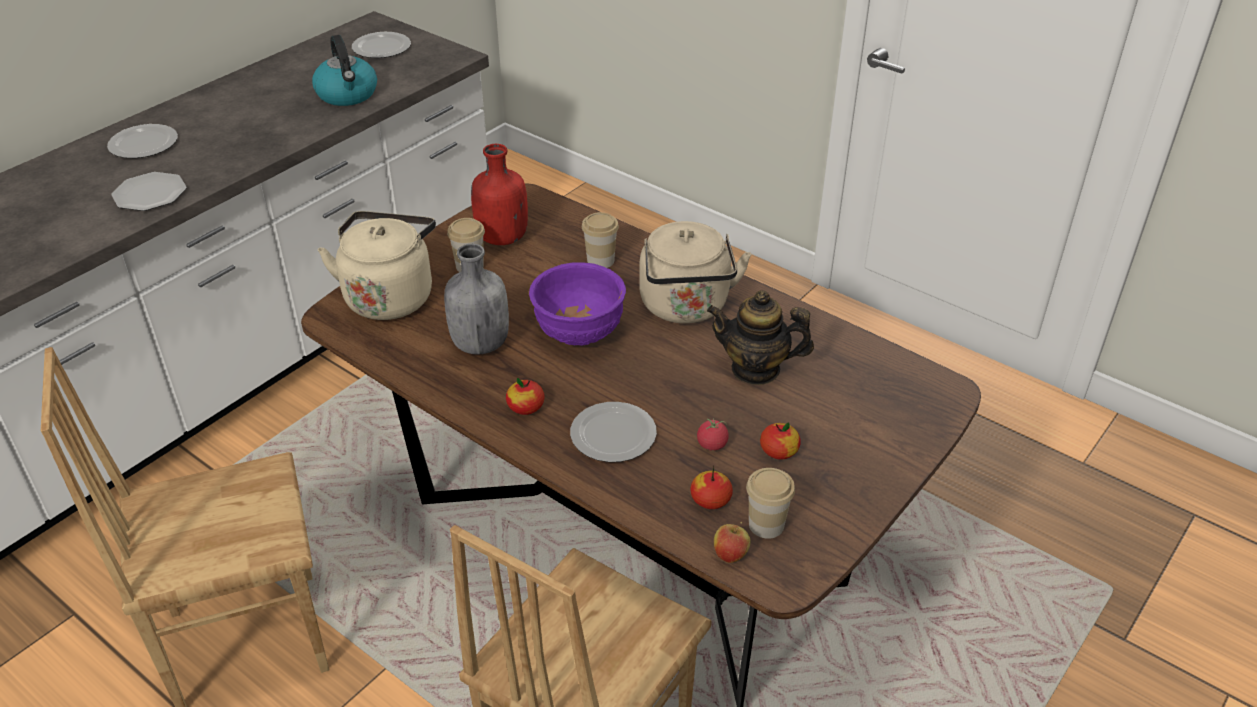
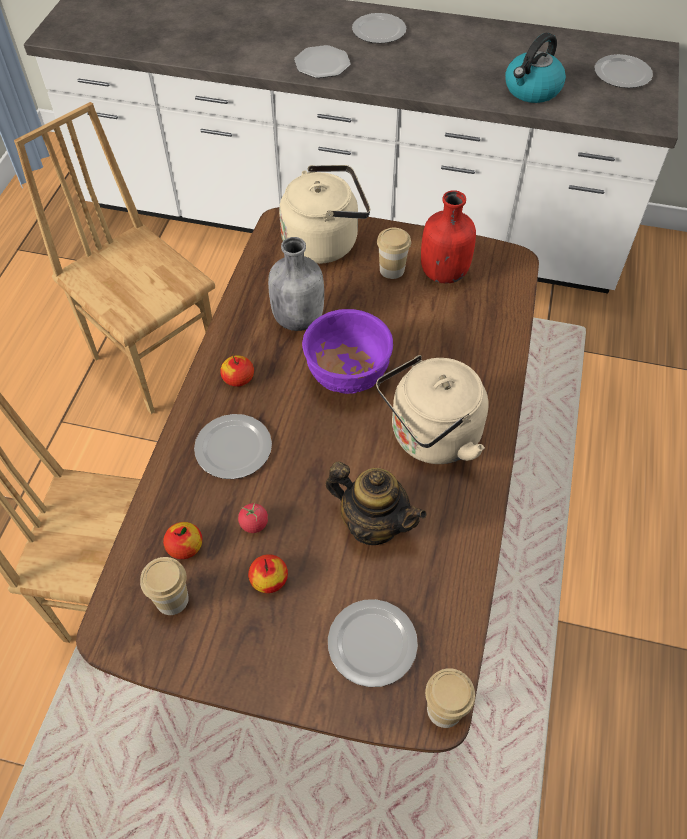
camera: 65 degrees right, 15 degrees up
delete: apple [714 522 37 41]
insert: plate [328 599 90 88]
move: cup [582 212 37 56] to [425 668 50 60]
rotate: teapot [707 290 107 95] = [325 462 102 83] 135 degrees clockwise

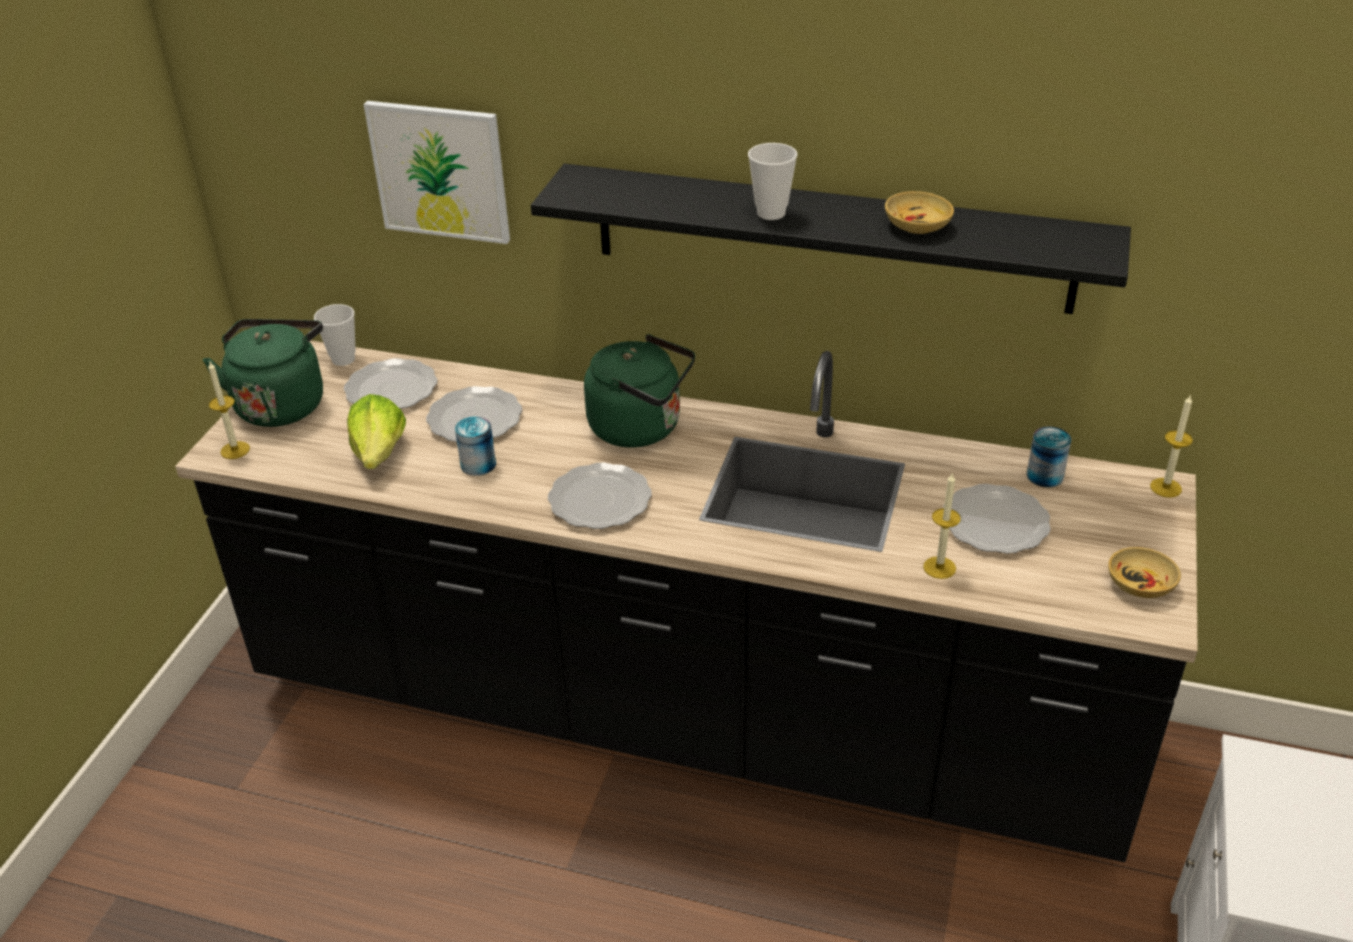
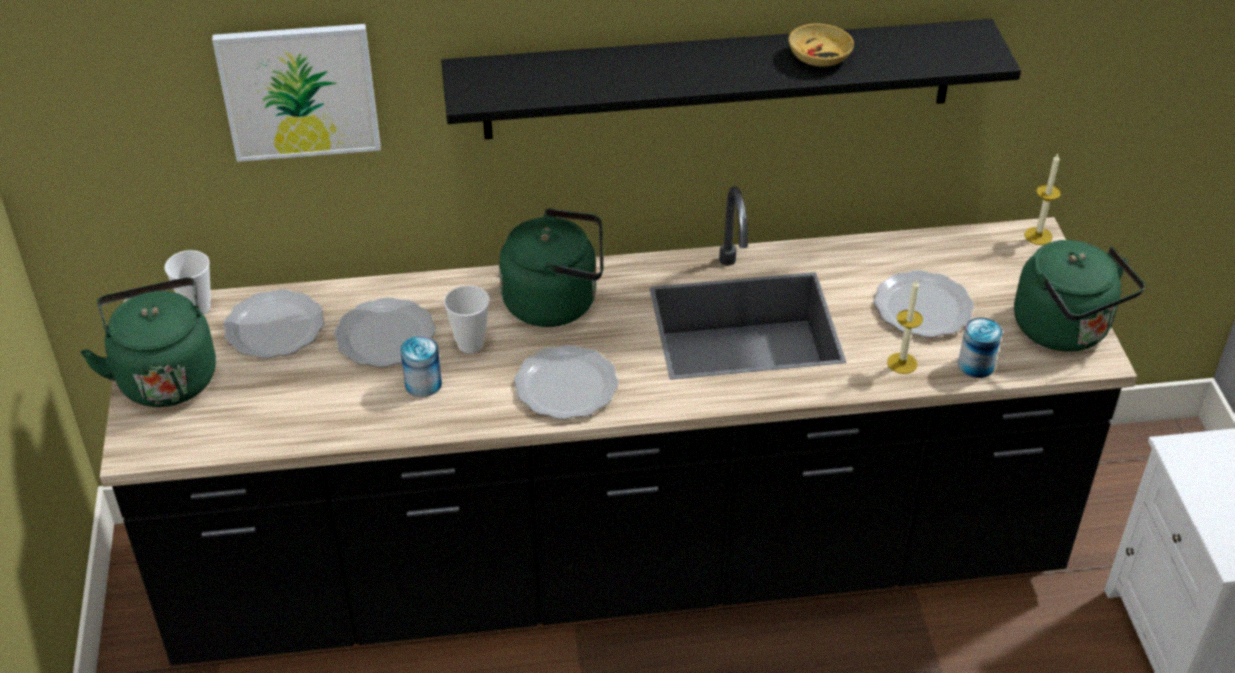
camera: 25 degrees left, 5 degrees up
delete: candle [208 362 42 97]; lettuce [347 394 59 75]
move: cup [748 143 49 77] to [444 285 46 68]; can [1027 427 44 61] to [958 317 45 61]
replace: beige bowl [1108 547 73 51] to green kettle [1014 240 131 112]

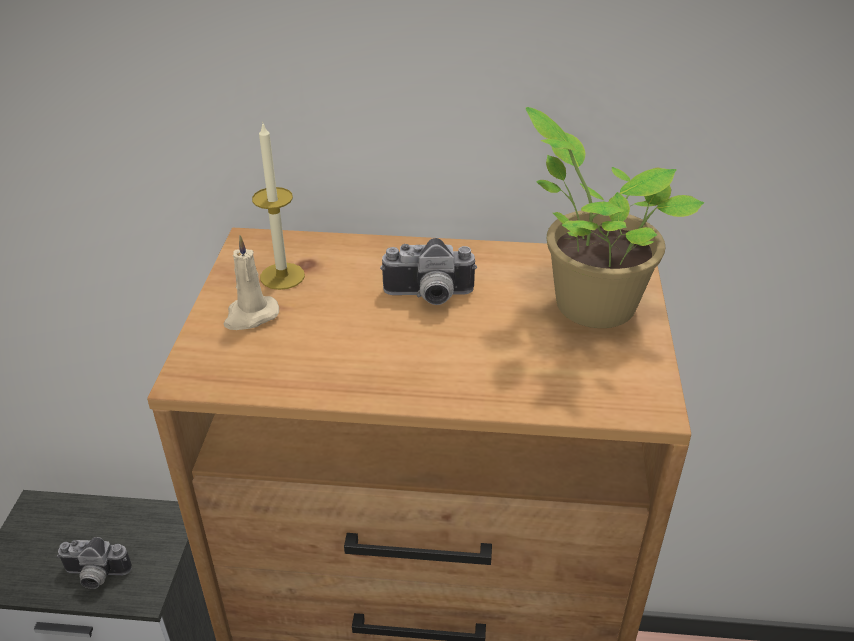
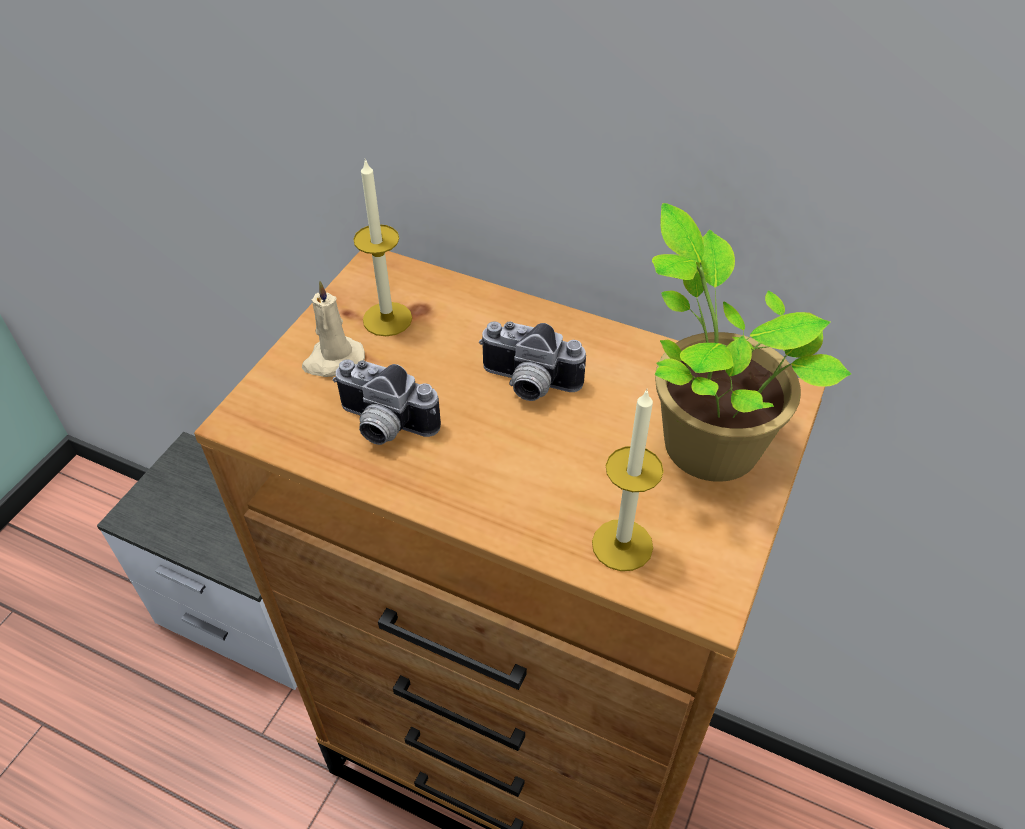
camera: 20 degrees right, 10 degrees up
insert: candle [592 390 72 181]
move: photo camera [57 537 75 52] to [333 359 108 86]

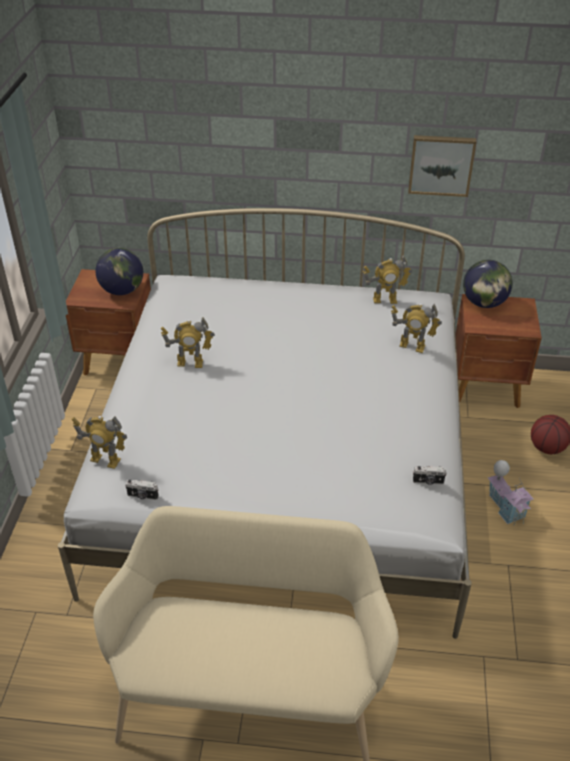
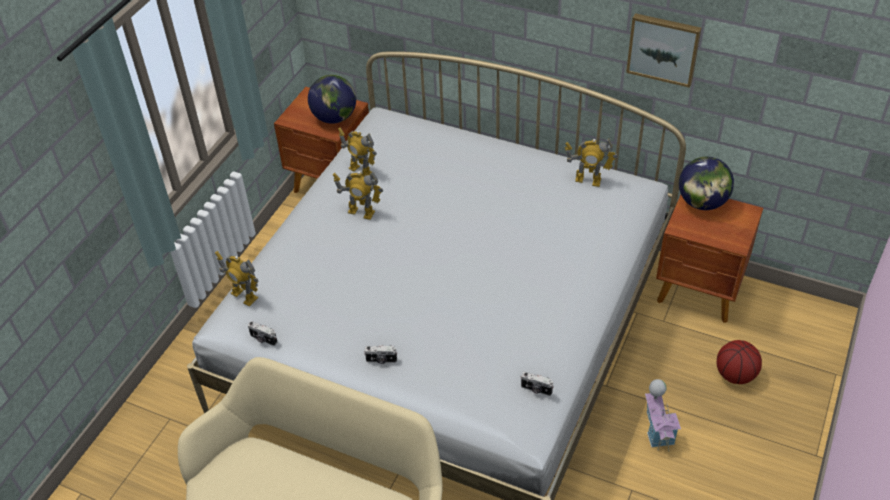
camera: 20 degrees right, 5 degrees up
insert: photo camera [364 345 33 19]
move: toy robot [391 304 51 49] to [338 128 39 49]

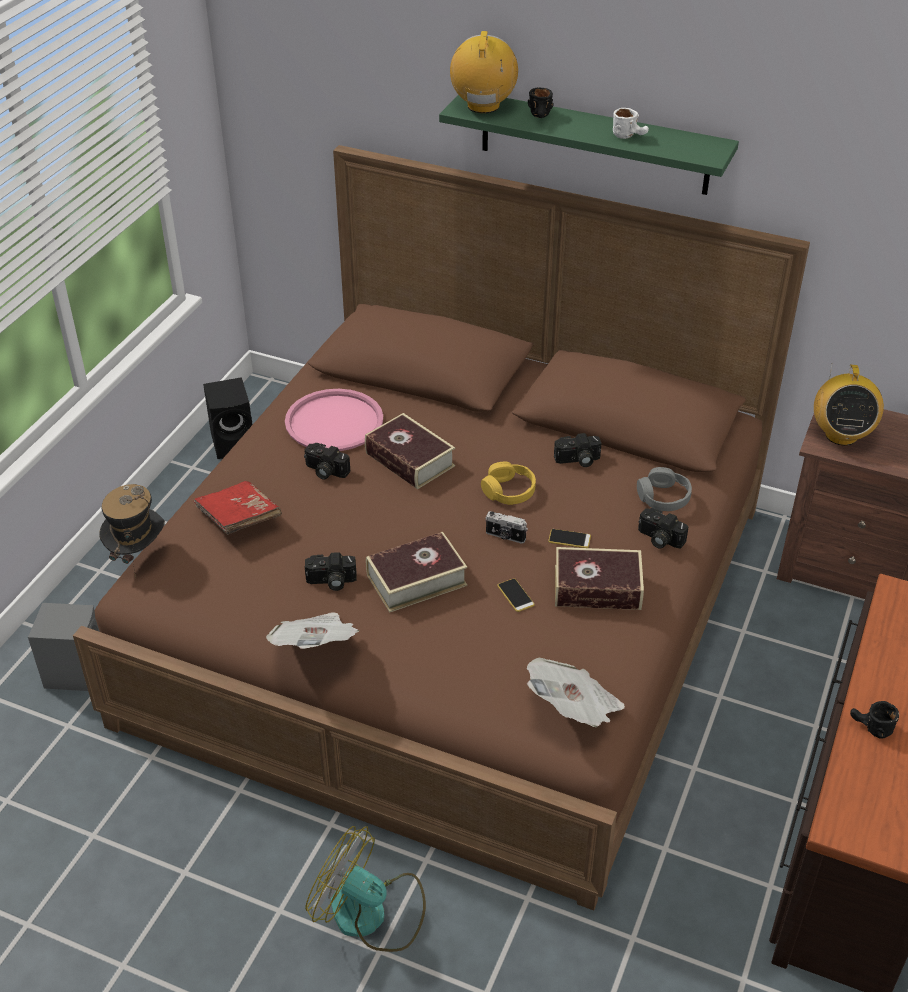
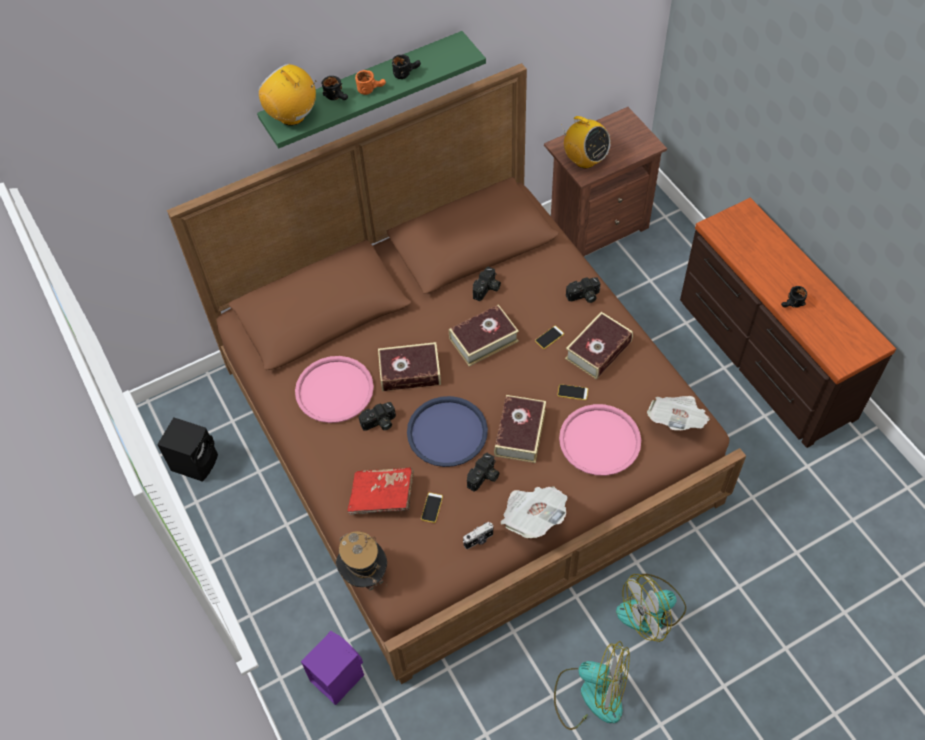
camera: 50 degrees left, 15 degrees up
delete: grey headphones [637 467 55 44]
insert: orange mug [355 70 31 25]; blue tray [407 396 81 71]; phone [421 492 22 31]; fan [554 641 76 89]; pink tray [559 404 82 72]
move: photo camera [485 511 43 33] to [463 522 31 27]
replace: yellow headphones [481 461 55 44] to book [449 304 70 62]
recolor: grey speaker [28 603 72 88] to purple speaker [301 631 63 74]; white mug [613 108 36 31] to black mug [392 55 29 24]

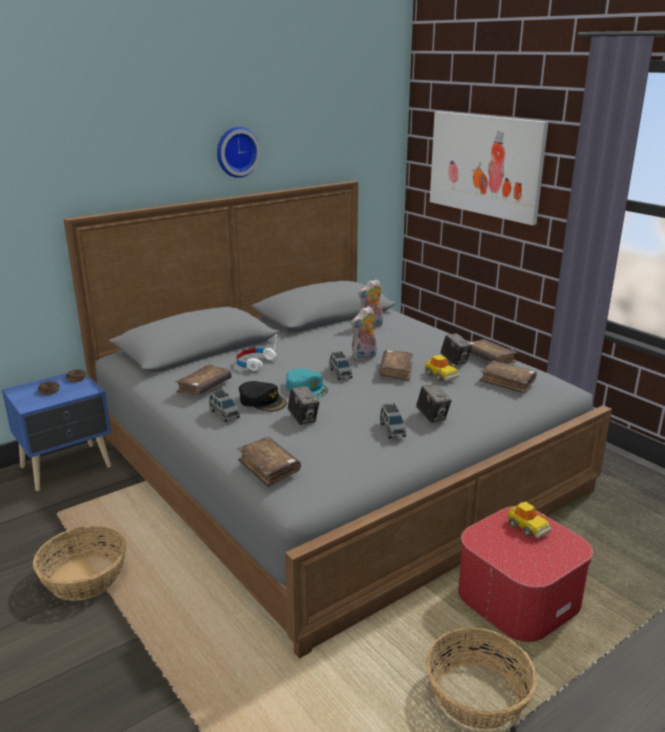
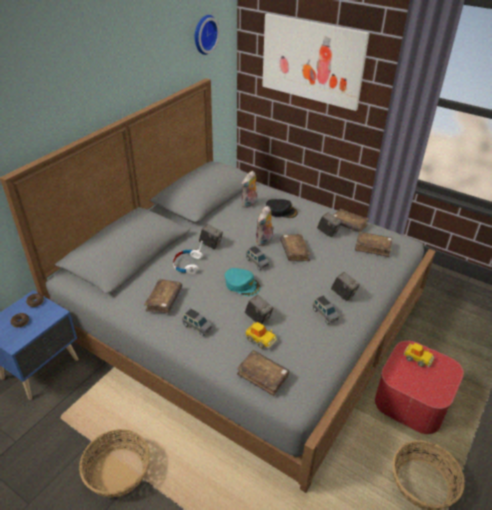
camera: 20 degrees left, 15 degrees up
insert: photo camera [199 224 24 25]
move: wall clock [217 127 43 51] to [195 15 25 40]; toy car [425 355 34 26] to [245 322 32 27]; black cap [239 381 48 31] to [266 199 32 19]

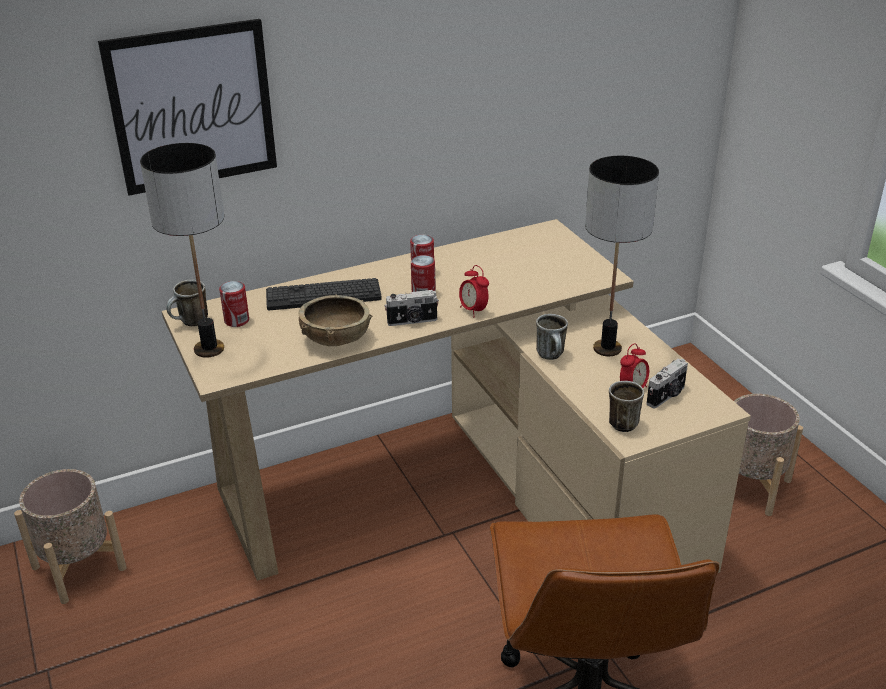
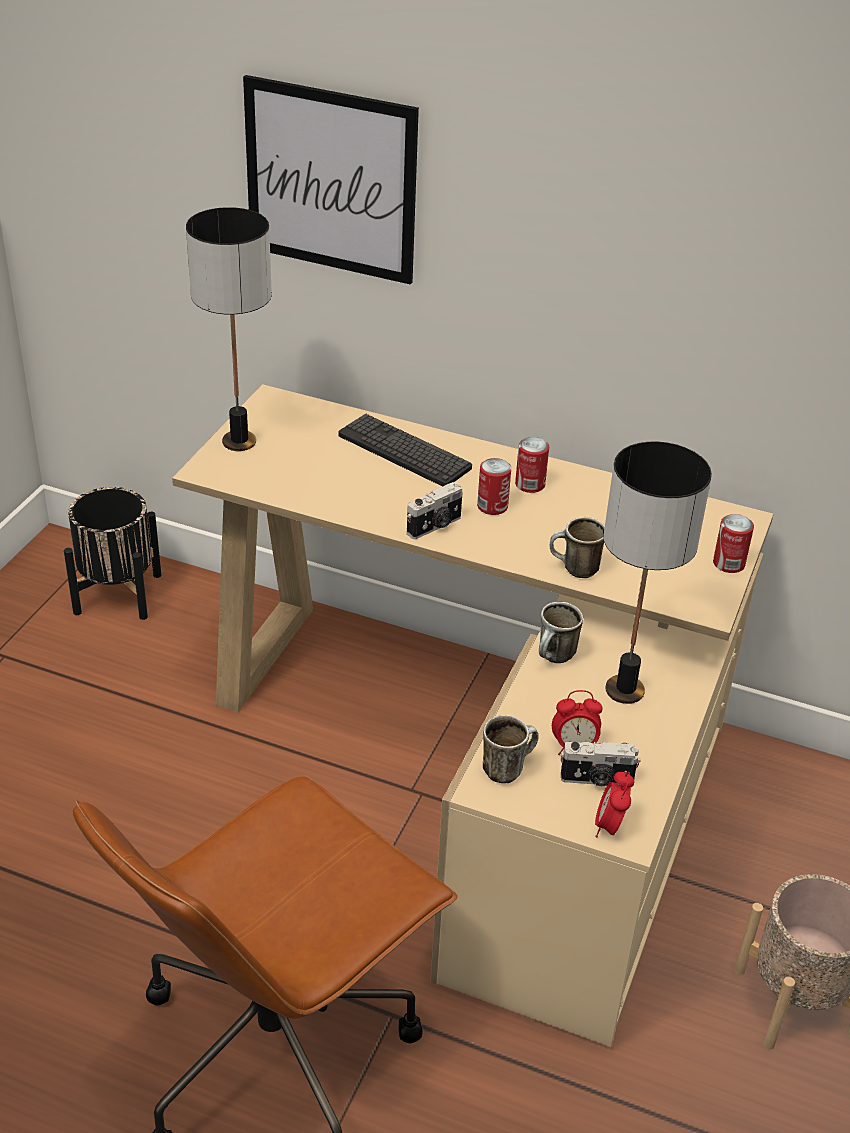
camera: 45 degrees right, 5 degrees up
delete: brown bowl [299 294 74 52]
move: mug [166 280 42 46] to [550 517 55 61]; alarm clock [459 265 30 52] to [595 772 39 65]; can [219 281 30 46] to [713 514 41 59]
recolor: beige planter [14 469 113 135] to black planter [64 487 97 133]
rotate: photo camera [385 290 54 36] = [407 482 56 57] 75 degrees counterclockwise

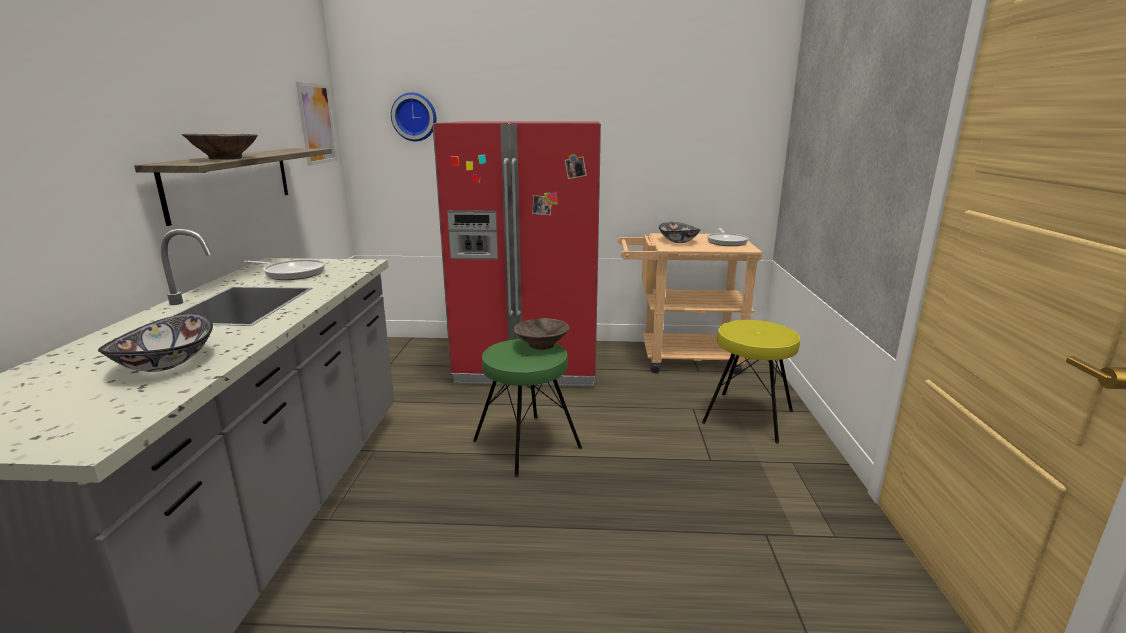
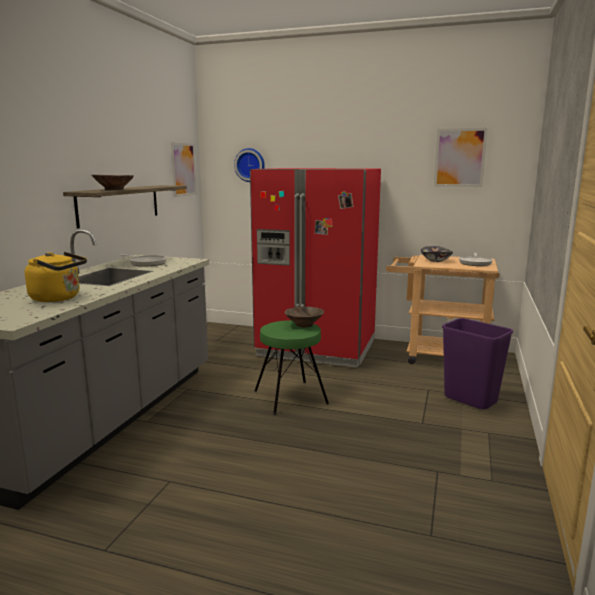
camera: 15 degrees right, 5 degrees down
insert: picture [434 128 54 59]
replace: bowl [98 314 115 58] to yellow kettle [25 252 62 50]; yellow stool [702 320 98 123] to purple trash can [442 318 71 91]

